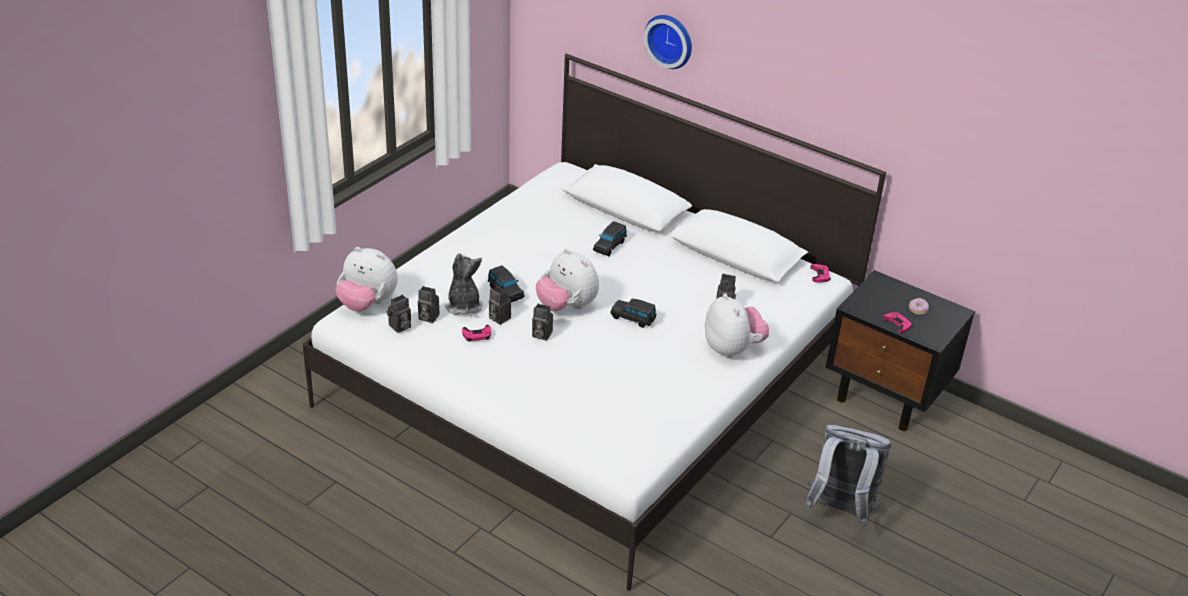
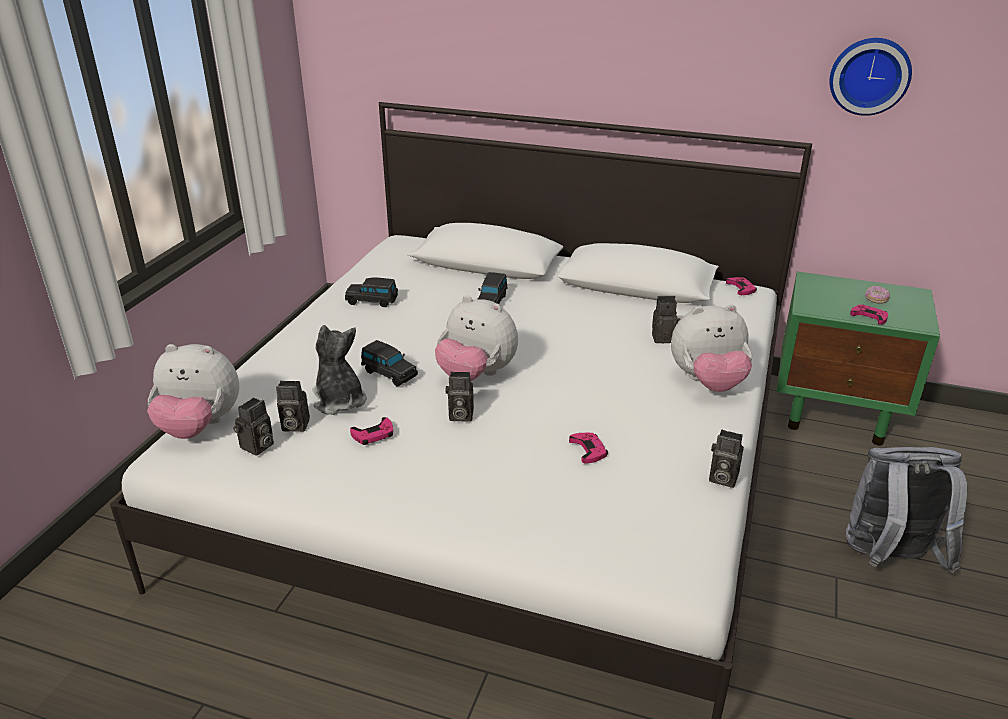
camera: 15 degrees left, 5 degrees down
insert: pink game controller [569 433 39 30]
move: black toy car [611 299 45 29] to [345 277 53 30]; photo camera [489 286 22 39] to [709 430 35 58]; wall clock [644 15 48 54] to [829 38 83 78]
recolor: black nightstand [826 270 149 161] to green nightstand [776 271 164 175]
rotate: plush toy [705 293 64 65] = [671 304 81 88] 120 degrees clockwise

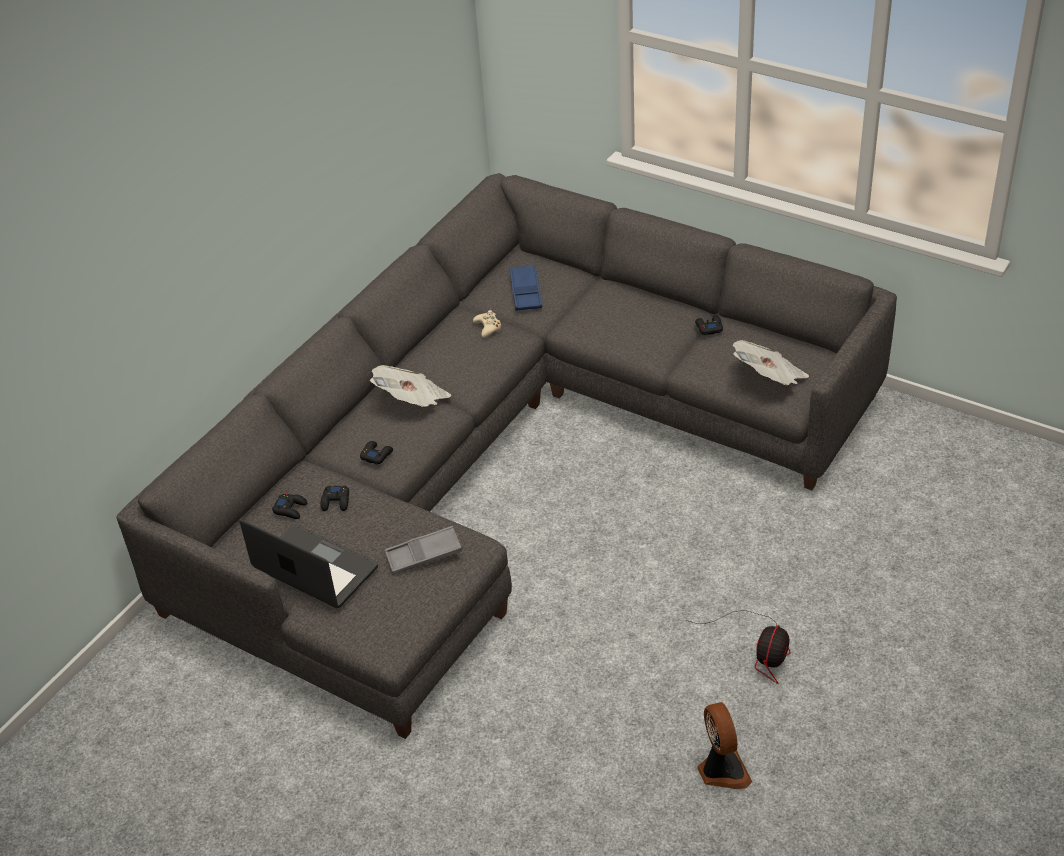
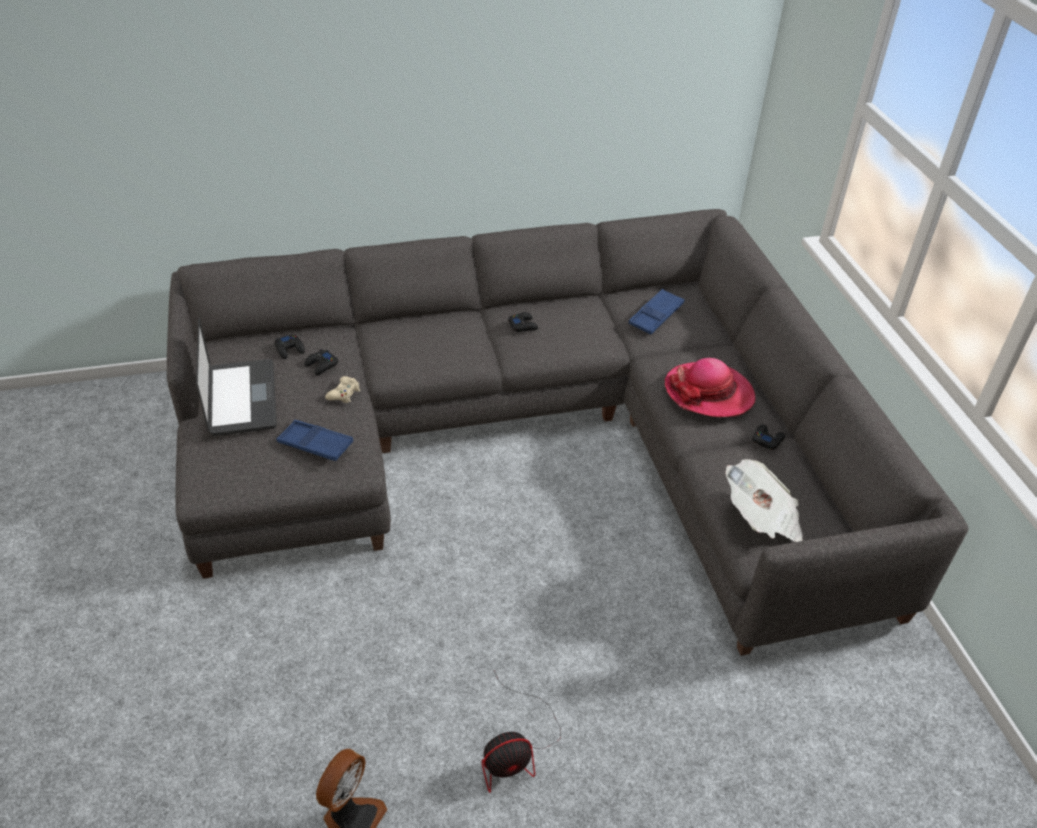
camera: 40 degrees right, 0 degrees up
delete: newspaper [370 365 81 42]
insert: hat [665 358 90 59]
move: beige game controller [473 310 29 28] to [325 376 35 27]; black game controller [360 441 33 24] to [508 312 30 20]
recolor: grey tray [385 526 77 49] to blue tray [276 420 77 41]

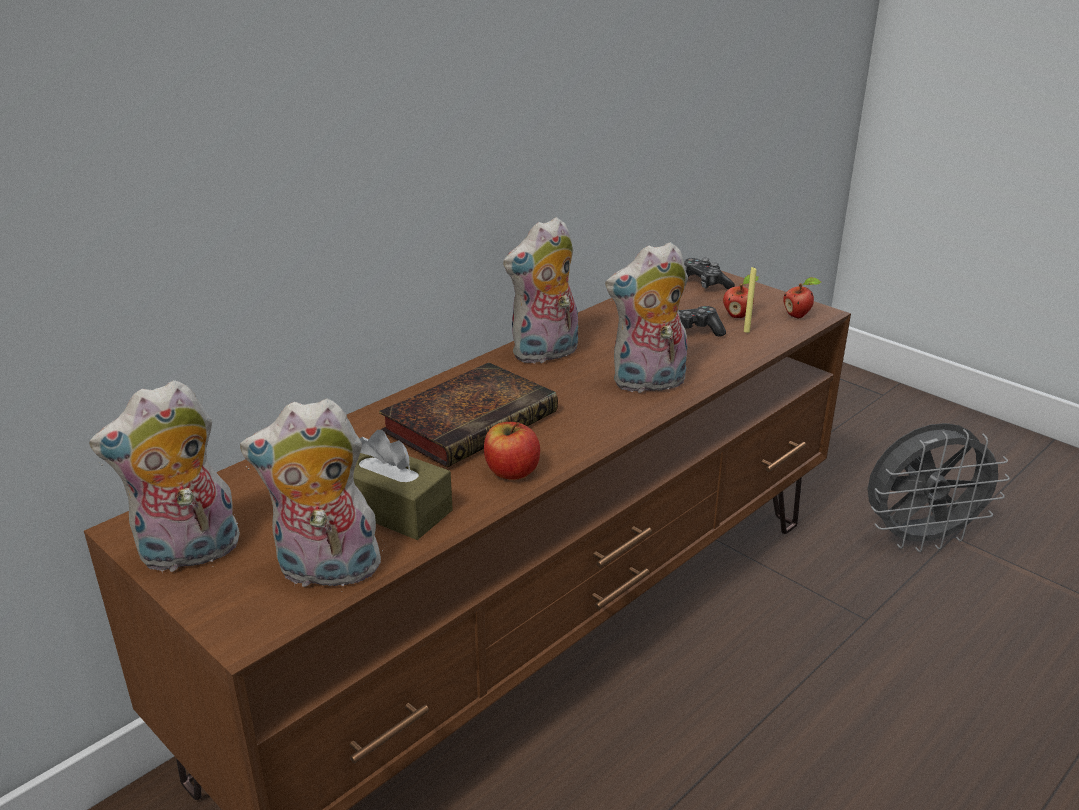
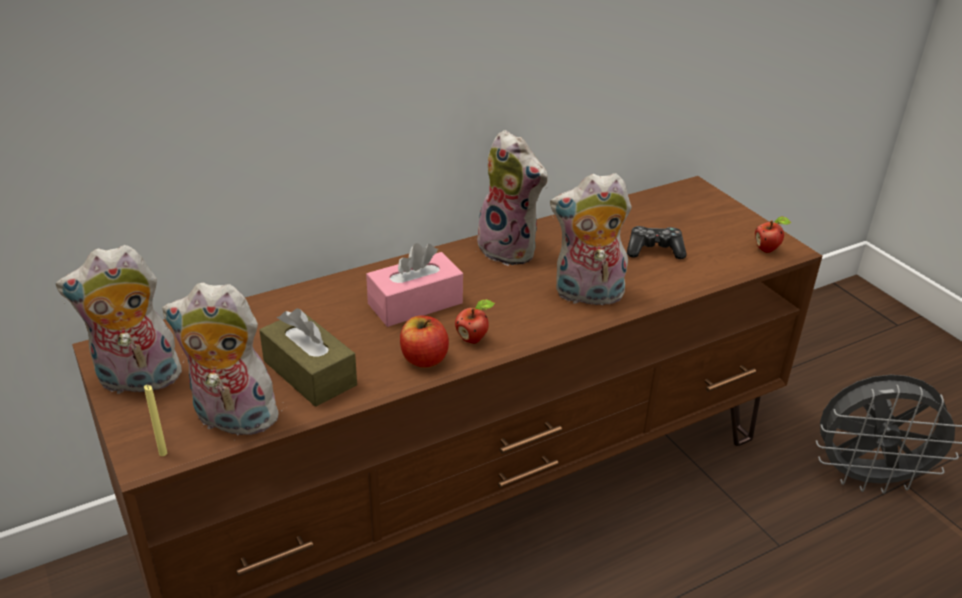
camera: 15 degrees right, 5 degrees up
delete: game controller [684 258 51 31]
move: yellow candle [744 267 13 66] to [144 385 23 71]; apple [723 275 36 43] to [455 299 40 45]
replace: book [379 363 179 105] to pink tissue box [366 243 97 84]
rotate: plush toy [503 217 75 146] = [476 130 71 136] 120 degrees counterclockwise

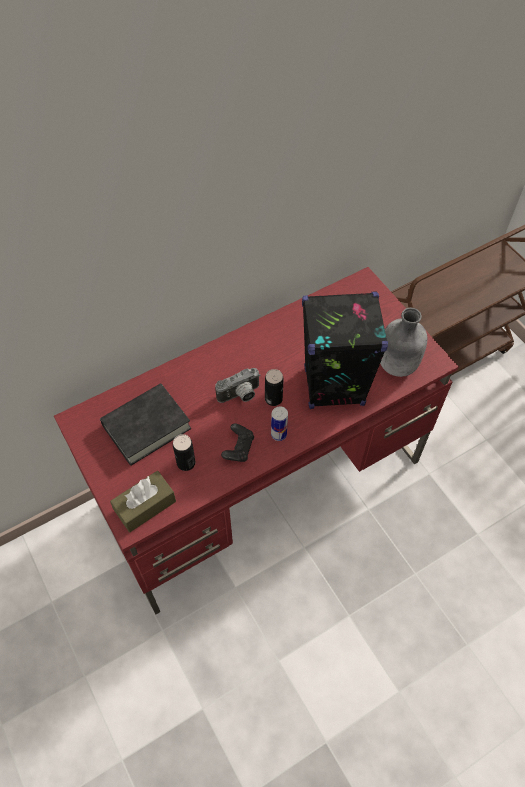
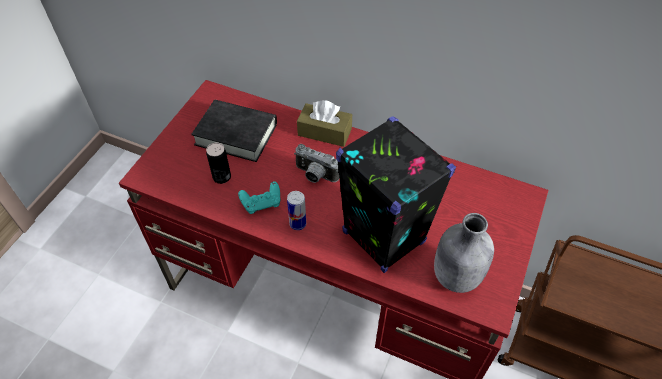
camera: 55 degrees right, 5 degrees down
delete: can [265 369 18 37]
move: brown tissue box [110 471 66 61] to [297 100 55 47]
recolor: black game controller [221 424 33 38] to turquoise game controller [238 181 42 33]

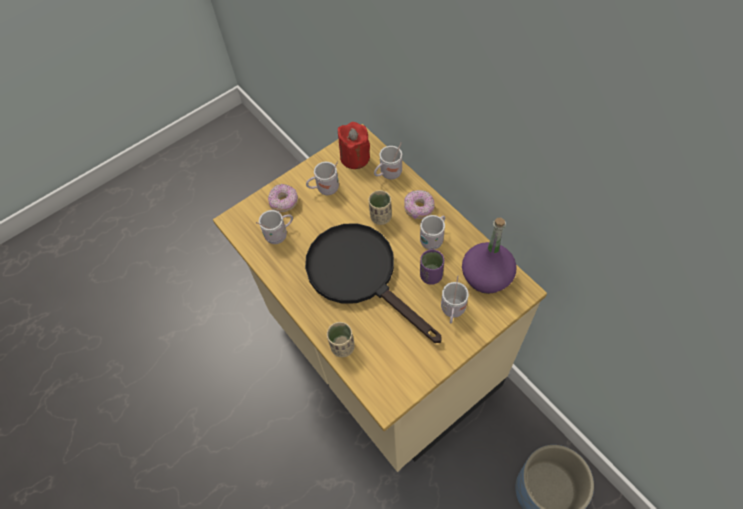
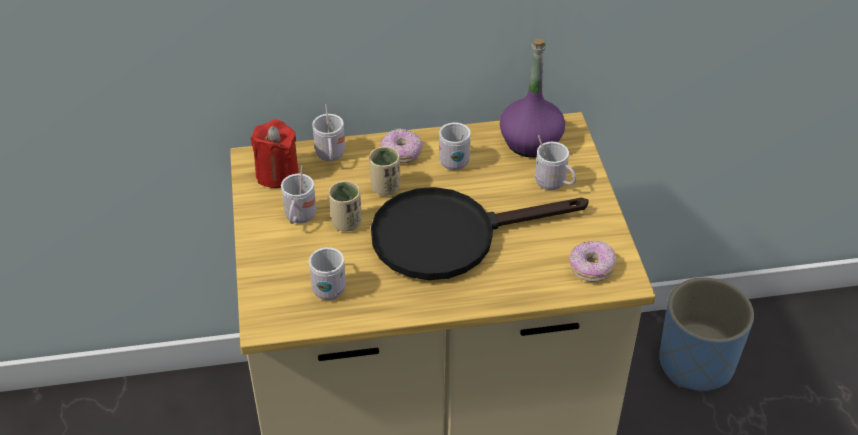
camera: 65 degrees left, 15 degrees down
delete: purple cup [420 250 24 35]
move: beige cup [327 322 28 35] to [329 181 33 51]; donut [268 184 30 29] to [569 241 47 41]

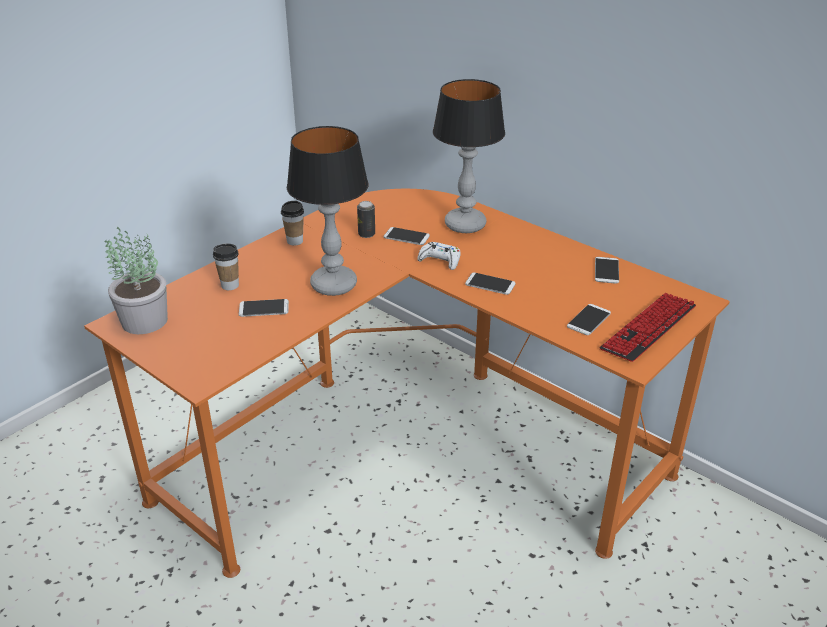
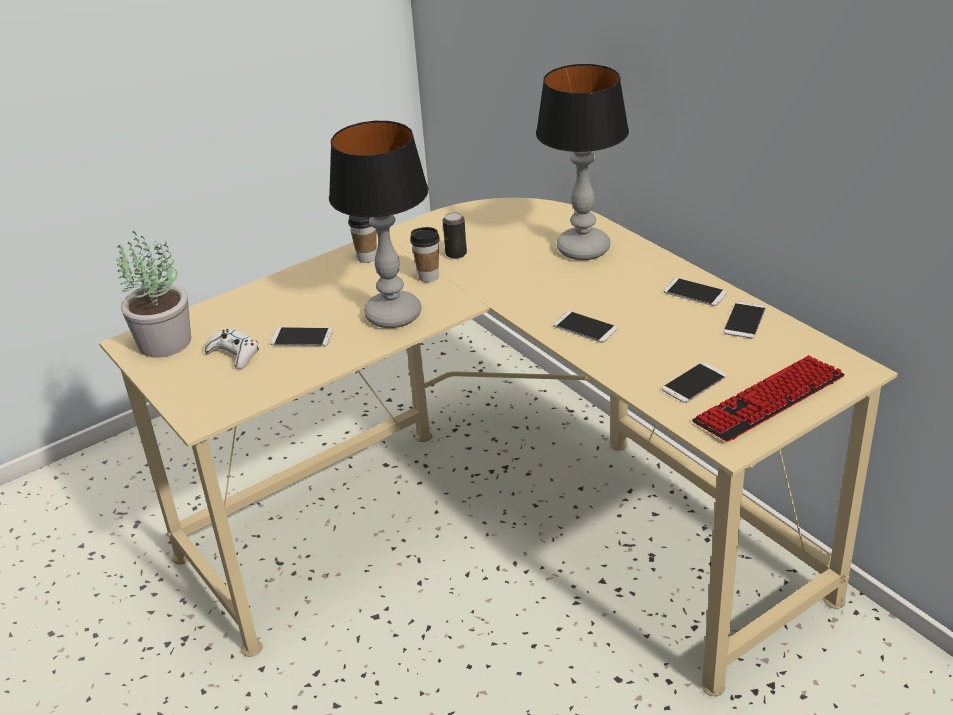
camera: 15 degrees right, 0 degrees up
move: white game controller [417 242 44 28] to [205 329 54 41]; cup [213 244 26 46] to [410 227 30 55]; phone [384 227 46 18] to [664 278 63 28]
recolor: orange desk [84 189 646 389] to beige desk [99 198 799 498]

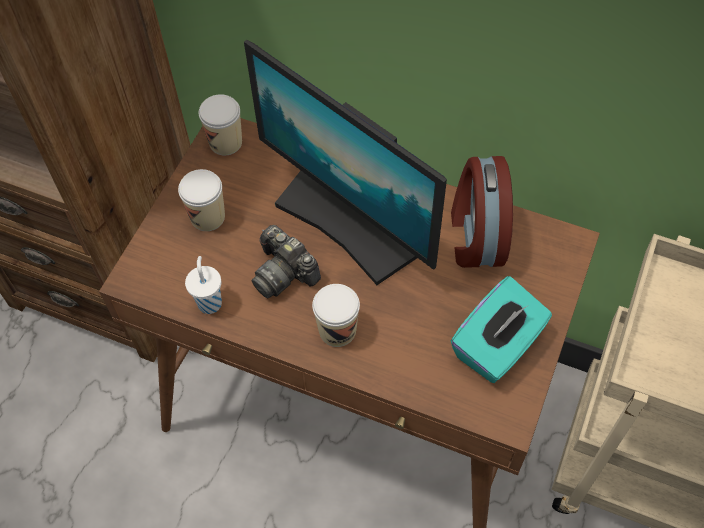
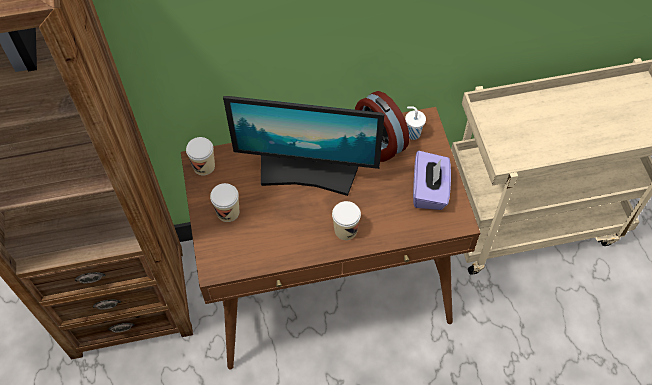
camera: 35 degrees left, 0 degrees up
delete: photo camera [251 225 70 73]
move: white cup [185 256 37 58] to [405 106 21 34]
recolor: turquoise tissue box [451 276 101 107] to purple tissue box [413 151 38 59]

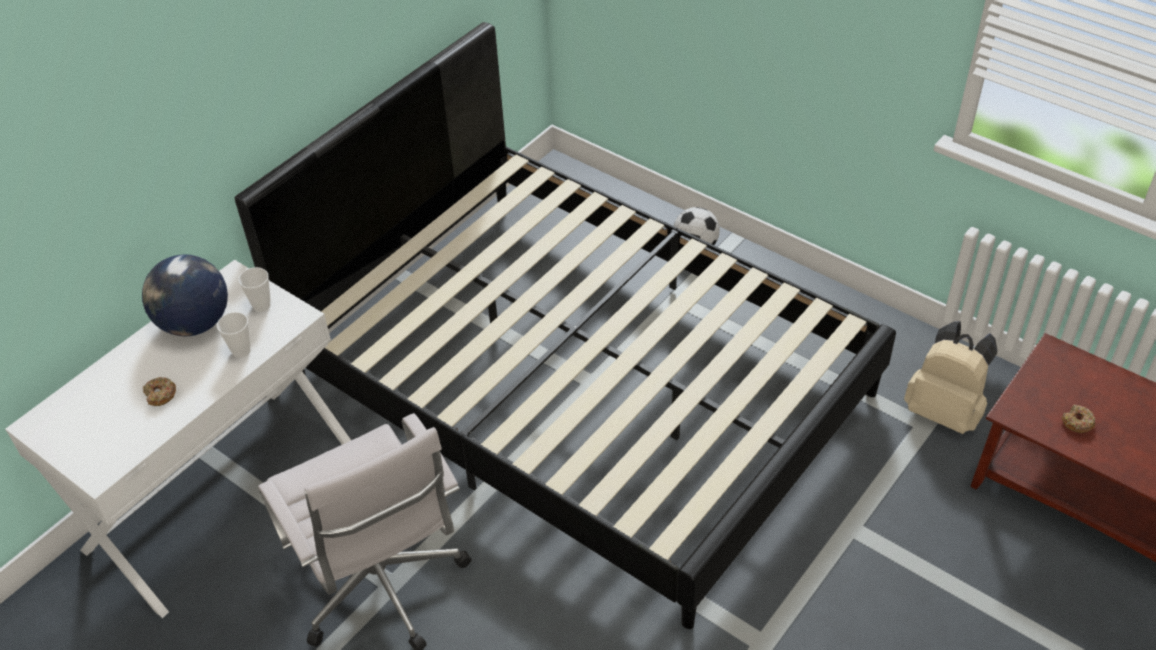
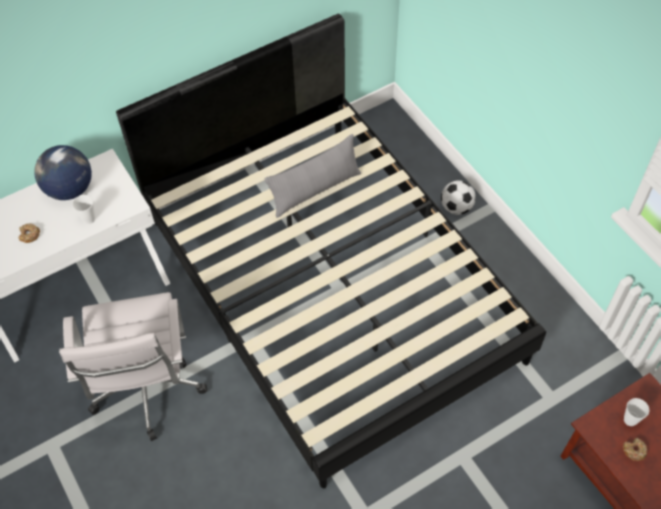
camera: 20 degrees right, 10 degrees up
delete: beige backpack [904 321 93 113]
insert: grey pillow [265 134 96 84]
move: cup [238 267 33 45] to [624 398 25 28]

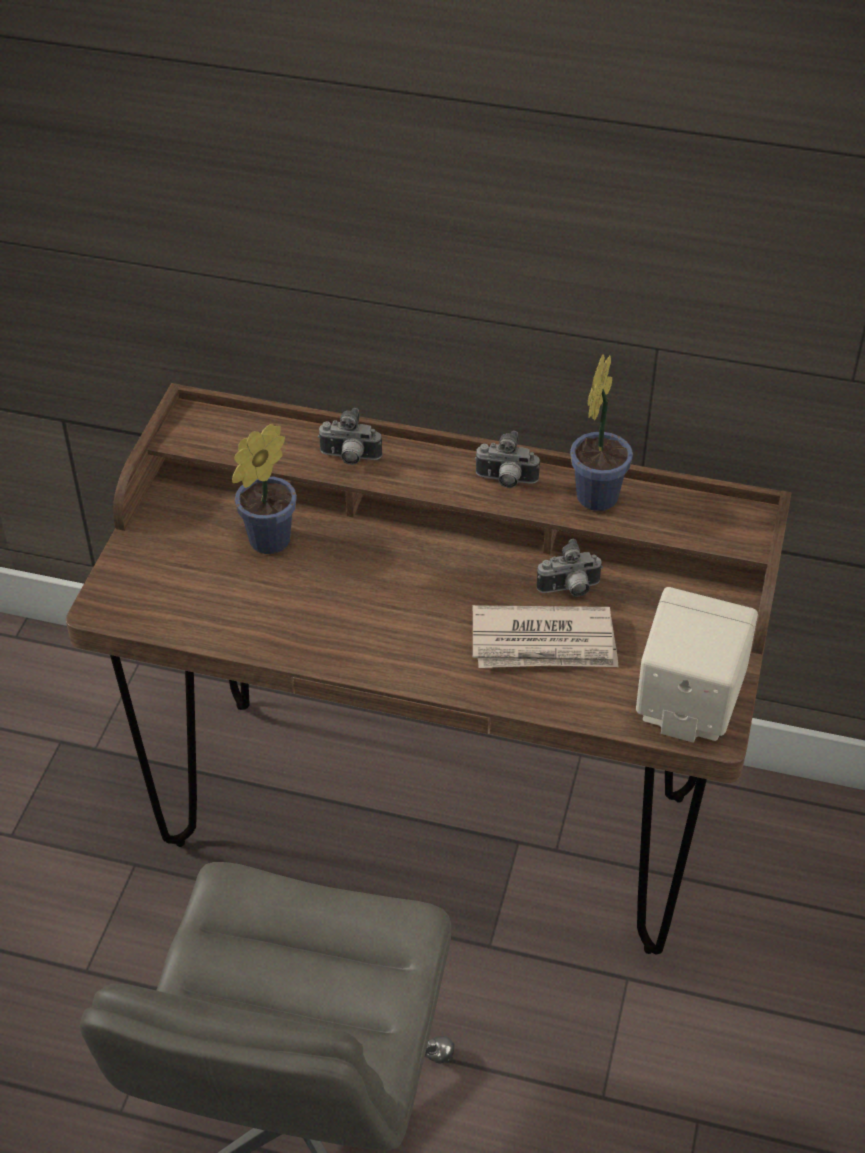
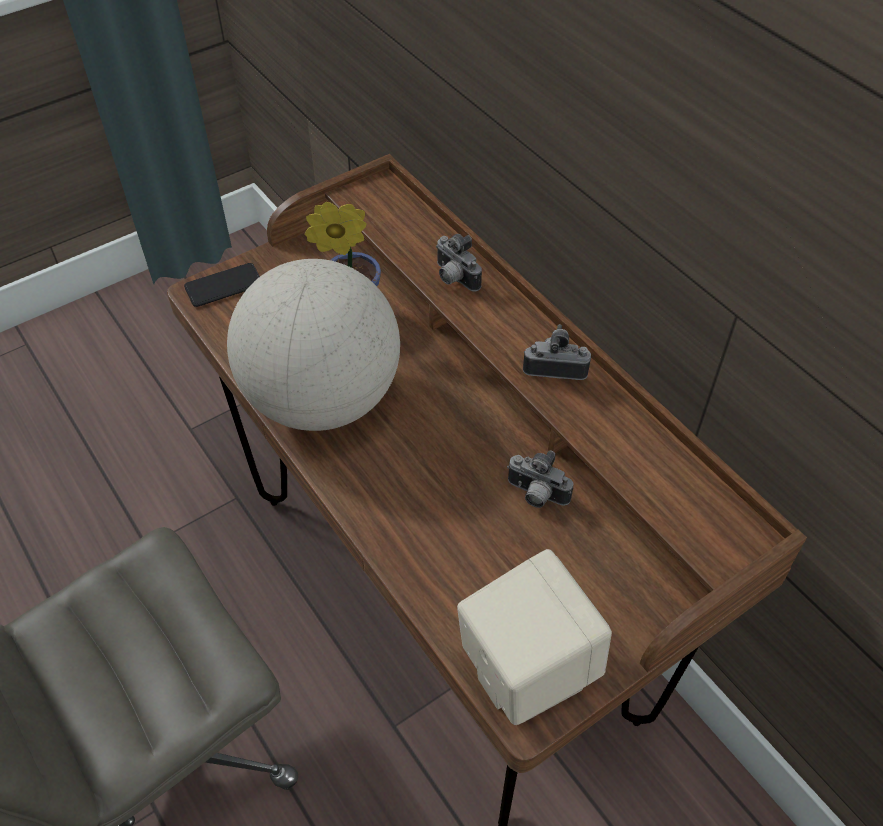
camera: 40 degrees right, 5 degrees up
delete: newspaper [473 605 145 63]; potted plant [570 354 63 157]
insert: phone [184 263 76 44]; globe [227 259 173 172]
rotate: photo camera [475 431 65 57] = [523 324 68 56] 135 degrees clockwise

